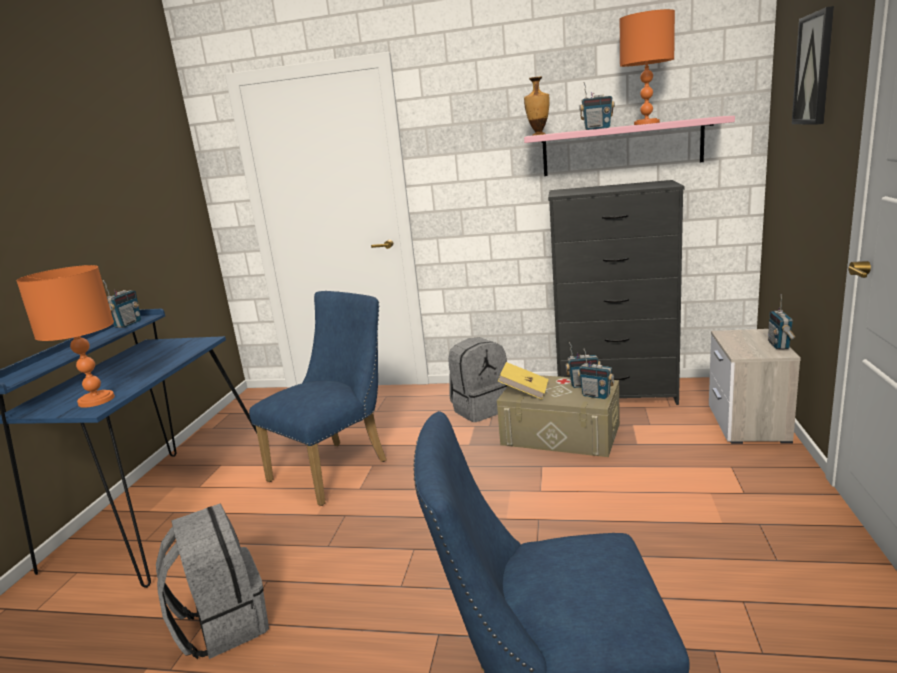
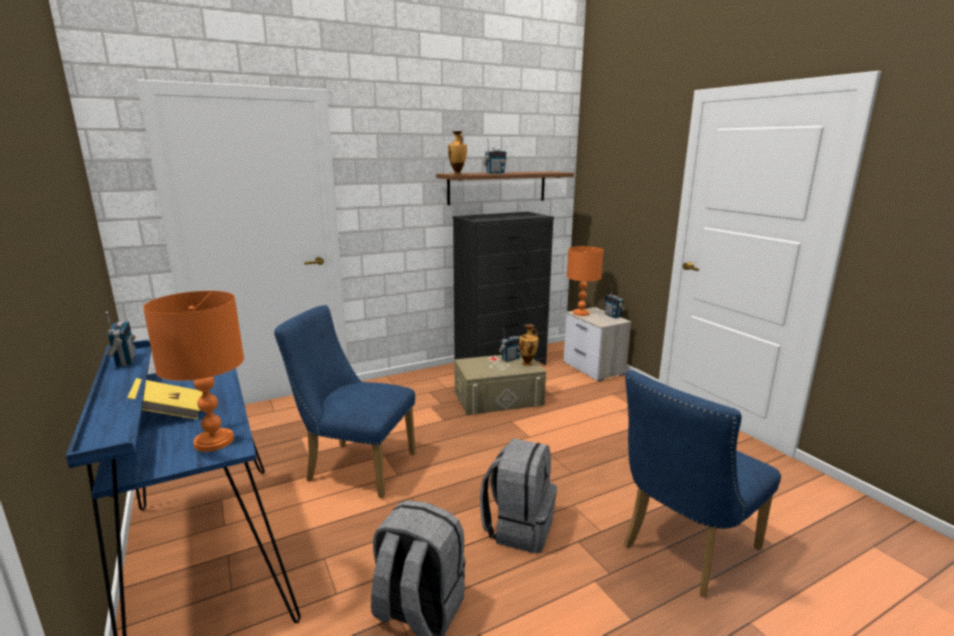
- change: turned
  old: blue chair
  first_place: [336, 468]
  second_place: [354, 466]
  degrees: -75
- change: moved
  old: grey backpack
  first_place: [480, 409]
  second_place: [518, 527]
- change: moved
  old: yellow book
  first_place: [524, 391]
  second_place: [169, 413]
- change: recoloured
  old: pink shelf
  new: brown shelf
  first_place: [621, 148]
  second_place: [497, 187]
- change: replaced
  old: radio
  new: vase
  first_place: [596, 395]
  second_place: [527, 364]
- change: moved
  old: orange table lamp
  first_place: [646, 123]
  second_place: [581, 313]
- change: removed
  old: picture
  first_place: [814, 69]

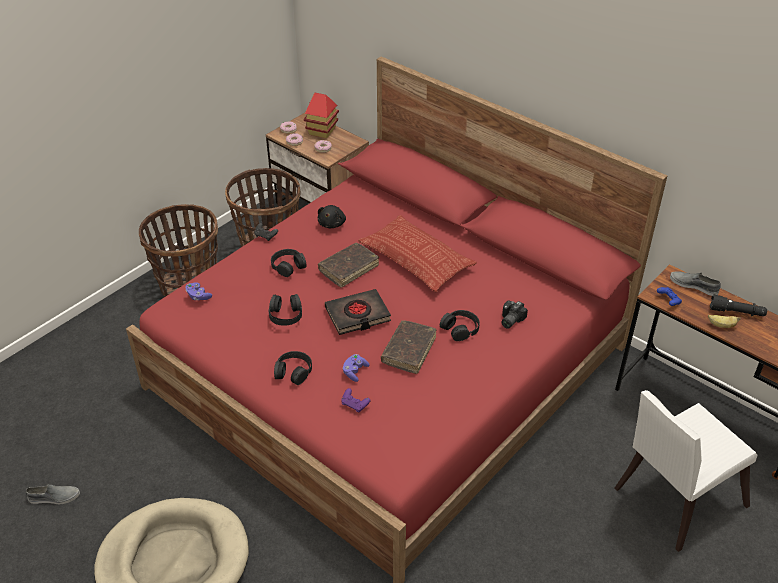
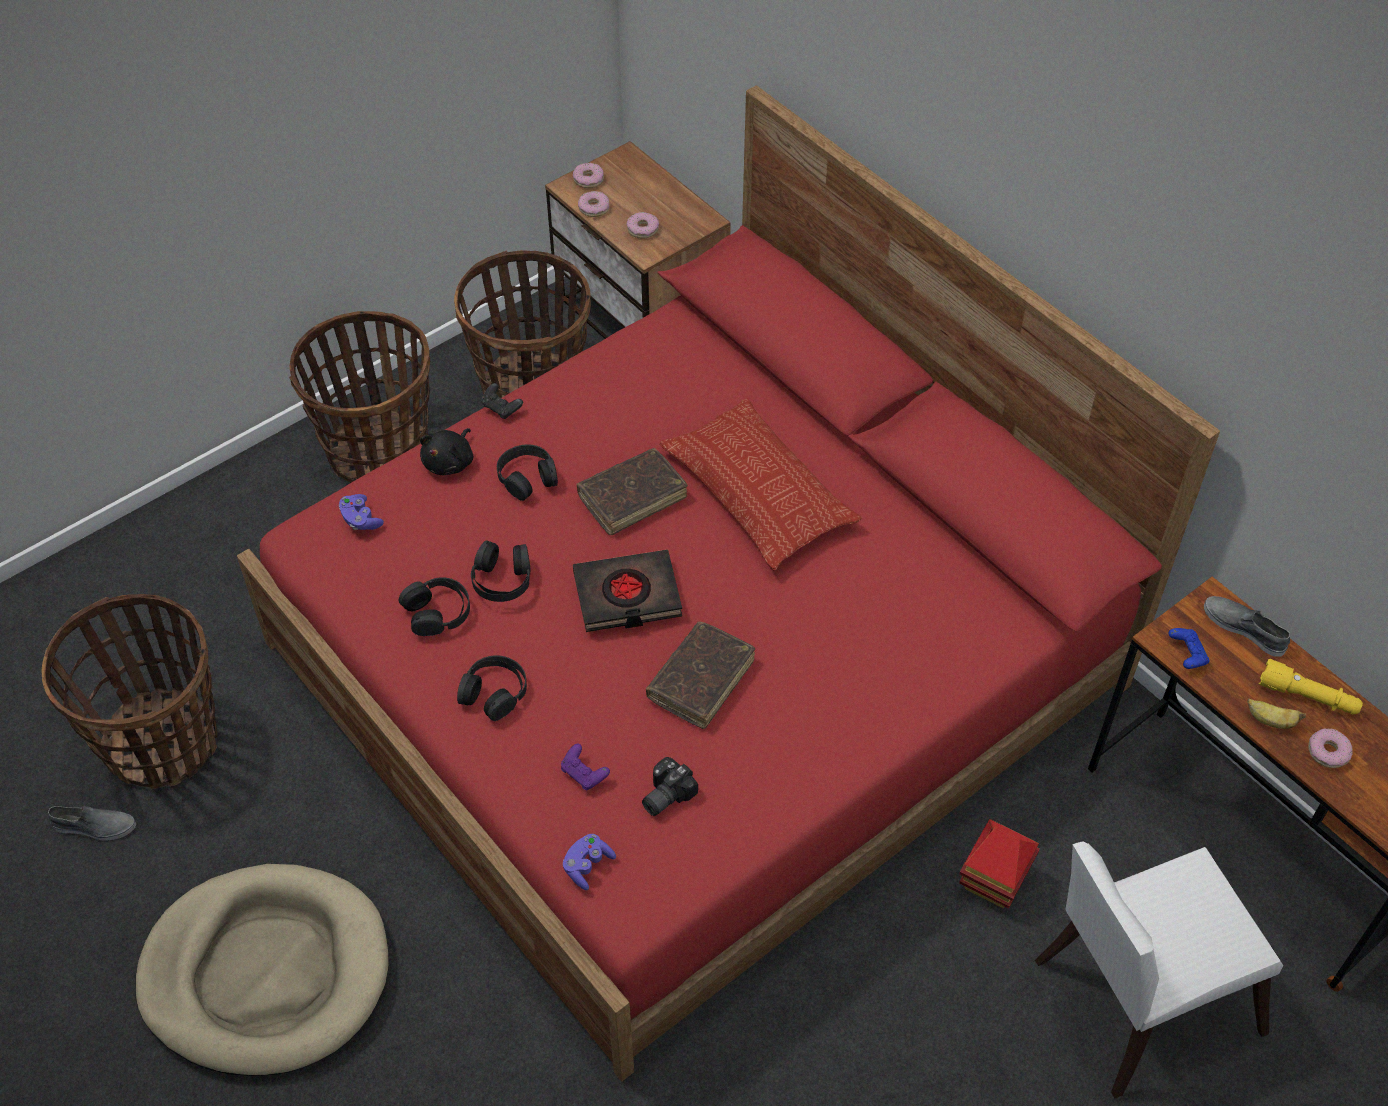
- change: moved
  old: toy house
  first_place: [322, 131]
  second_place: [993, 881]
- change: moved
  old: black plush toy
  first_place: [332, 224]
  second_place: [450, 462]
- change: moved
  old: purple game controller
  first_place: [355, 371]
  second_place: [587, 866]
- change: moved
  old: black headphones
  first_place: [460, 329]
  second_place: [437, 612]
- change: moved
  old: photo camera
  first_place: [509, 320]
  second_place: [664, 794]
- change: recoloured
  old: black flashlight
  new: yellow flashlight
  first_place: [736, 312]
  second_place: [1307, 697]
- change: added
  new: basket
  second_place: [162, 741]
- change: added
  new: donut
  second_place: [1328, 752]

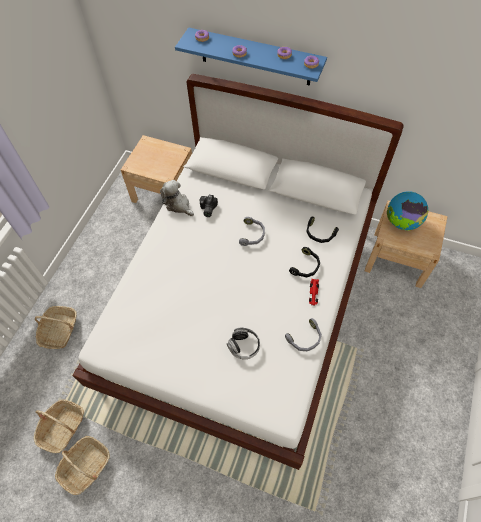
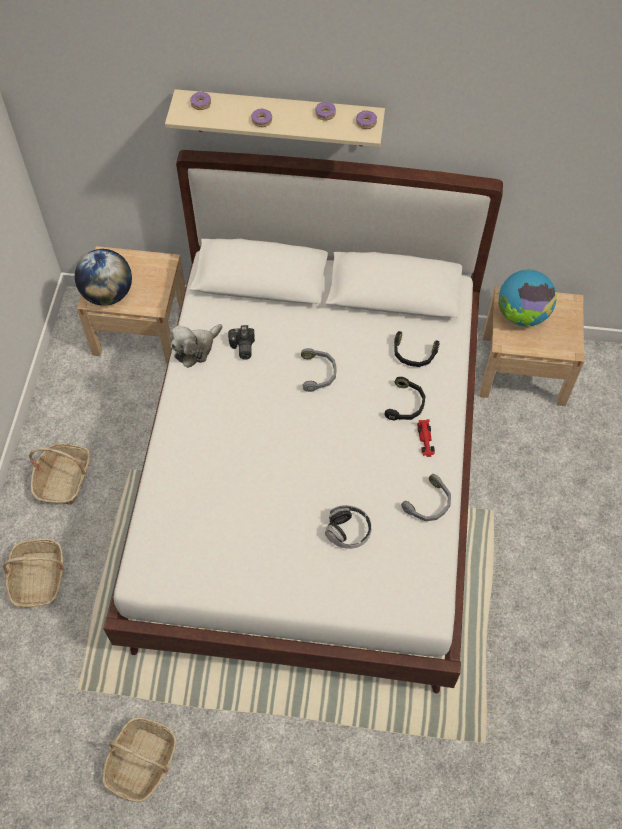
- change: moved
  old: basket
  first_place: [63, 427]
  second_place: [64, 479]
- change: turned
  old: plush toy
  first_place: [178, 204]
  second_place: [195, 348]
  degrees: -75
- change: recoloured
  old: blue shelf
  new: beige shelf
  first_place: [255, 57]
  second_place: [279, 118]
- change: added
  new: globe
  second_place: [108, 294]

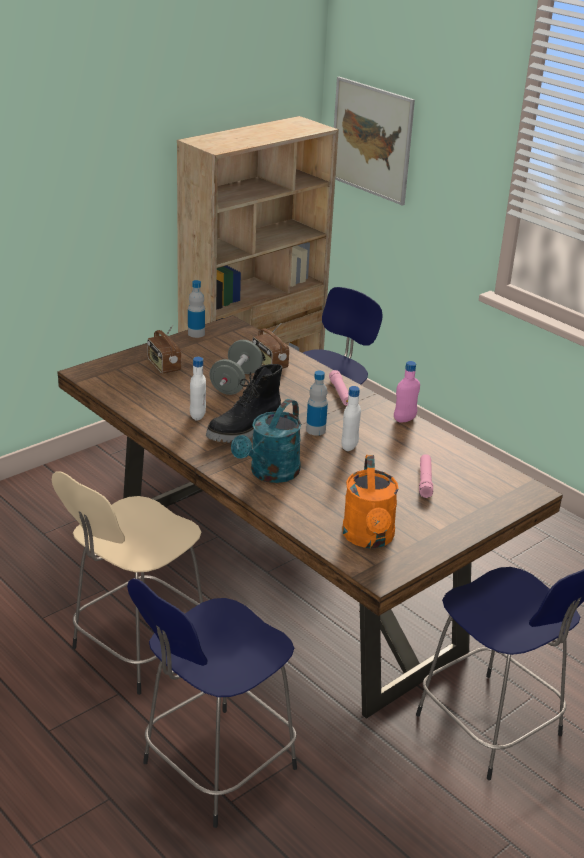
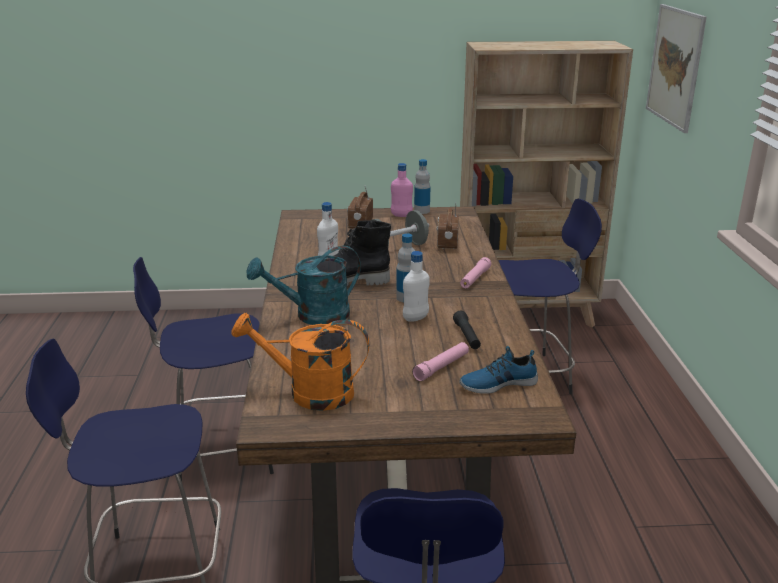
- change: recoloured
  old: beige stool
  new: blue stool
  first_place: [137, 649]
  second_place: [220, 452]
- change: turned
  old: orange watering can
  first_place: [369, 539]
  second_place: [309, 393]
  degrees: 60
- change: moved
  old: pink bottle
  first_place: [404, 419]
  second_place: [401, 215]
- change: added
  new: black flashlight
  second_place: [467, 336]
- change: added
  new: shoe
  second_place: [498, 383]

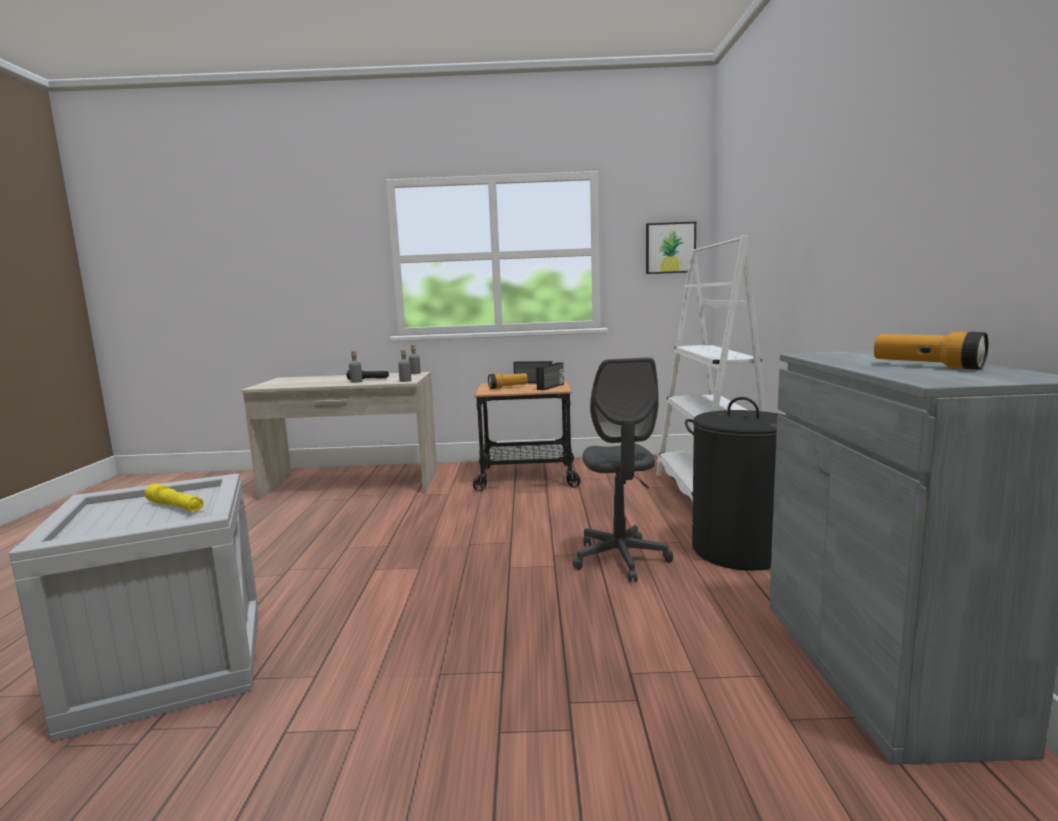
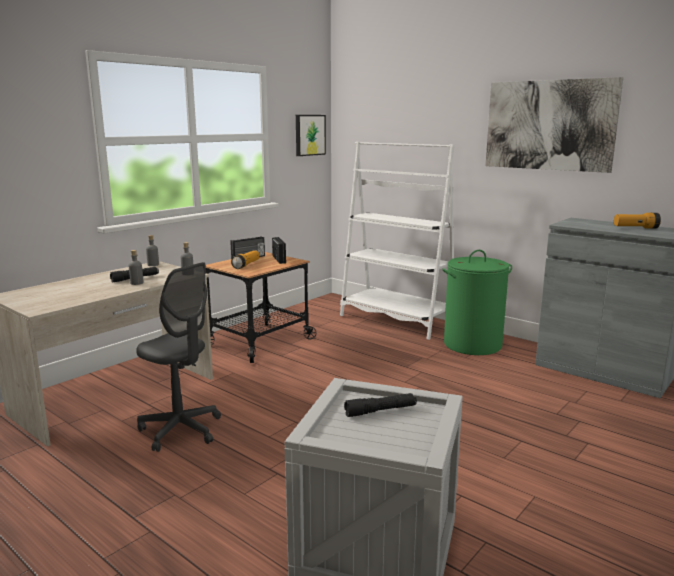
- change: recoloured
  old: yellow flashlight
  new: black flashlight
  first_place: [175, 507]
  second_place: [380, 411]
- change: moved
  old: grey office chair
  first_place: [620, 559]
  second_place: [181, 430]
- change: recoloured
  old: black laundry basket
  new: green laundry basket
  first_place: [739, 550]
  second_place: [472, 344]
- change: added
  new: picture
  second_place: [549, 125]

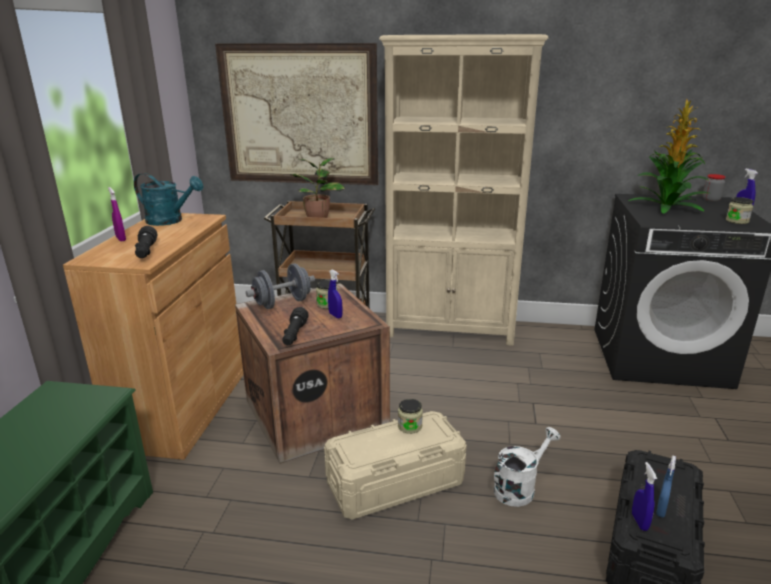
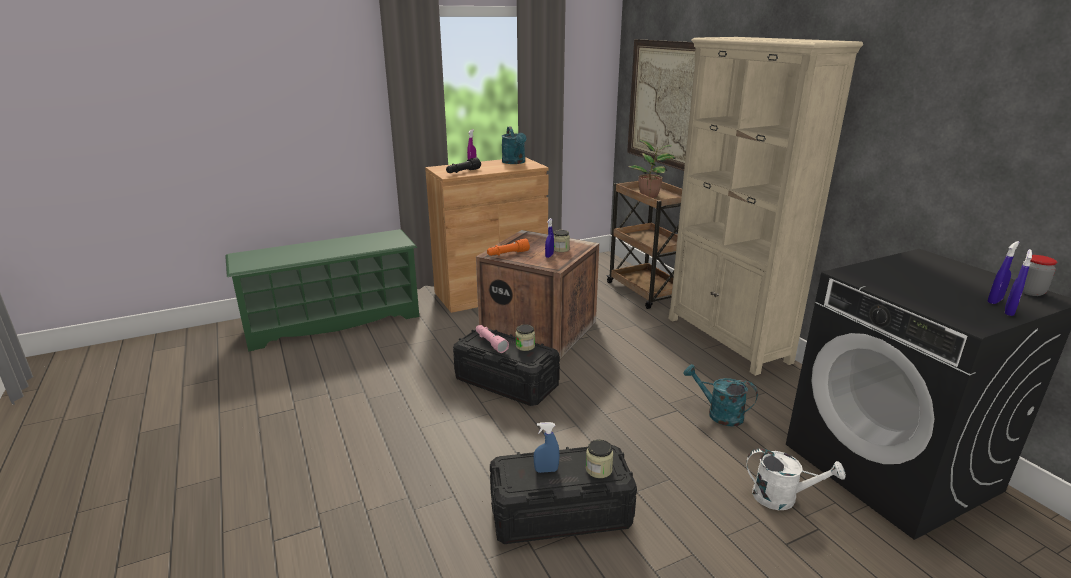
- change: removed
  old: grey dumbbell
  first_place: [282, 303]
- change: recoloured
  old: black flashlight
  new: orange flashlight
  first_place: [294, 335]
  second_place: [507, 254]
- change: recoloured
  old: beige storage box
  new: black storage box
  first_place: [395, 483]
  second_place: [506, 382]
- change: moved
  old: white watering can
  first_place: [519, 488]
  second_place: [782, 497]
- change: removed
  old: potted plant
  first_place: [668, 207]
- change: moved
  old: blue spray bottle
  first_place: [639, 522]
  second_place: [994, 301]
- change: moved
  old: jar
  first_place: [737, 221]
  second_place: [598, 469]
- change: added
  new: pink flashlight
  second_place: [490, 343]
- change: added
  new: turquoise watering can
  second_place: [718, 414]

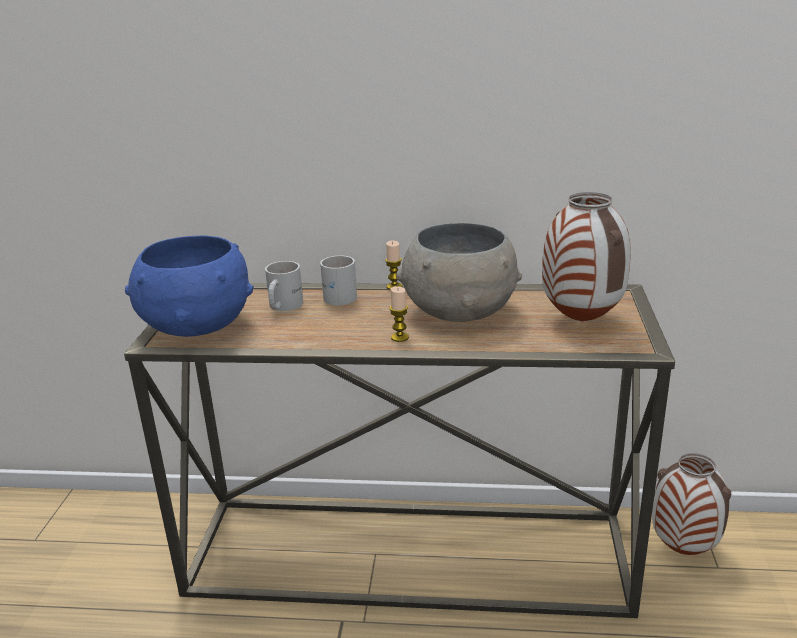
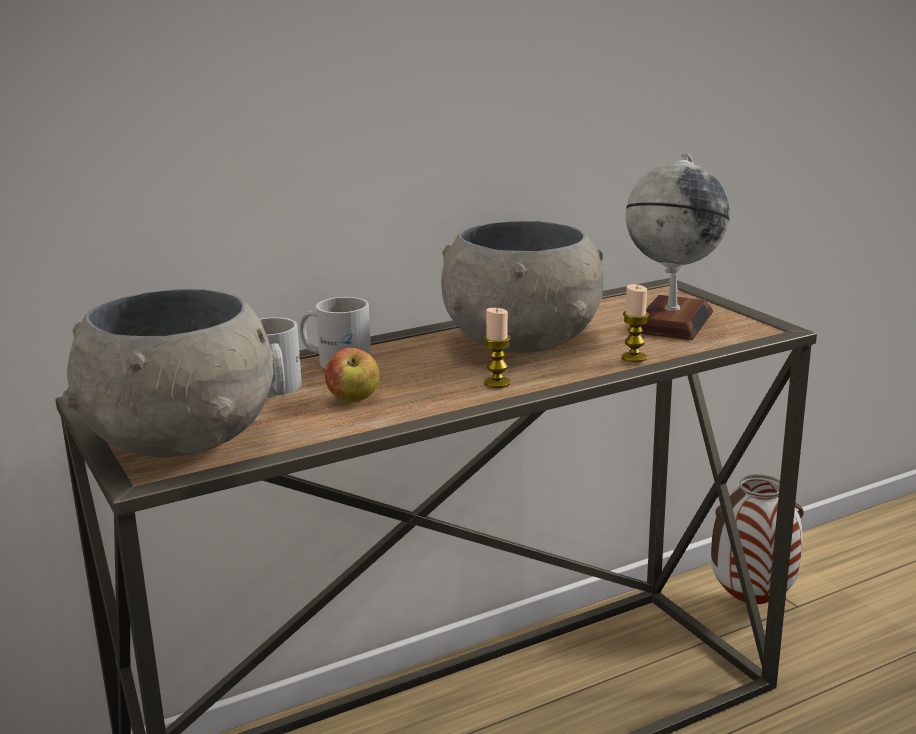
- change: recoloured
  old: blue bowl
  new: grey bowl
  first_place: [197, 325]
  second_place: [180, 439]
- change: moved
  old: candle
  first_place: [394, 287]
  second_place: [634, 358]
- change: replaced
  old: vase
  new: globe
  first_place: [583, 321]
  second_place: [671, 321]
- change: added
  new: apple
  second_place: [353, 399]

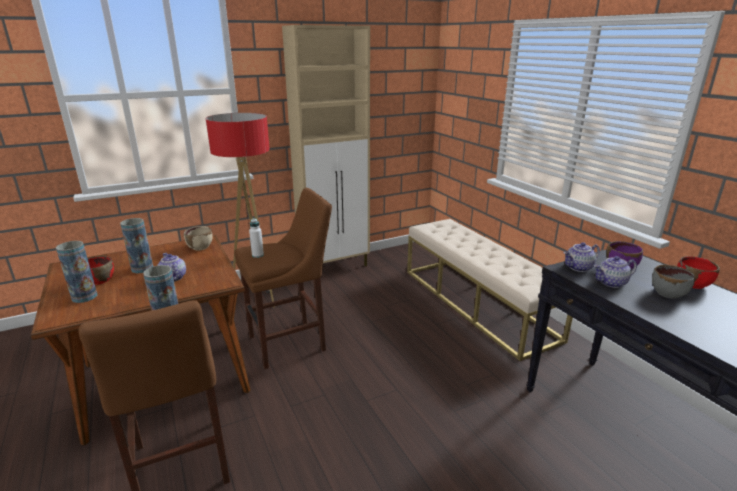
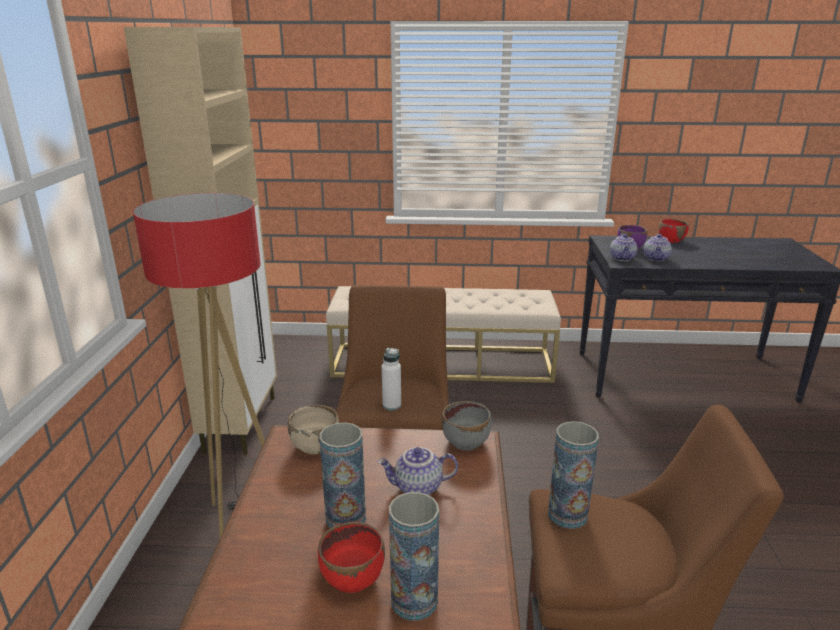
- change: moved
  old: grey bowl
  first_place: [668, 293]
  second_place: [466, 442]

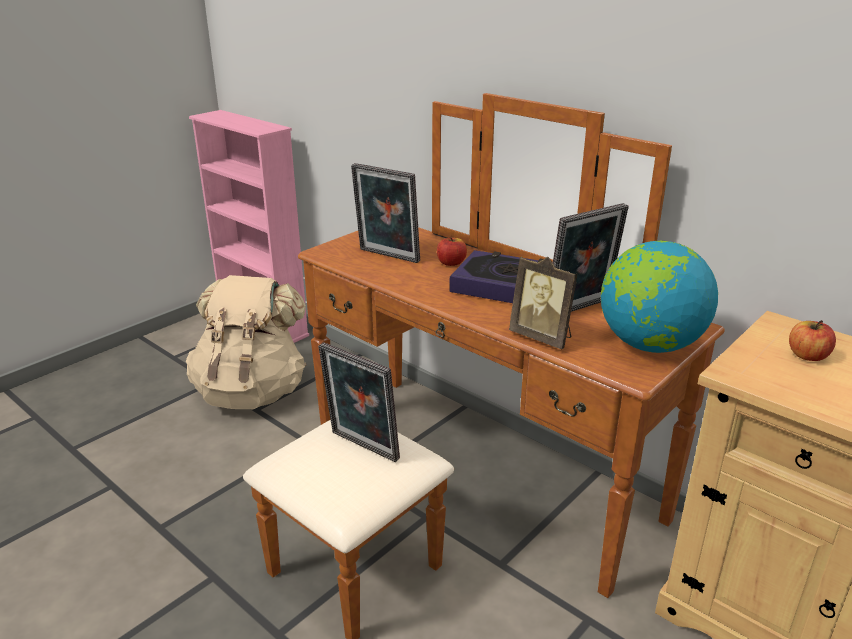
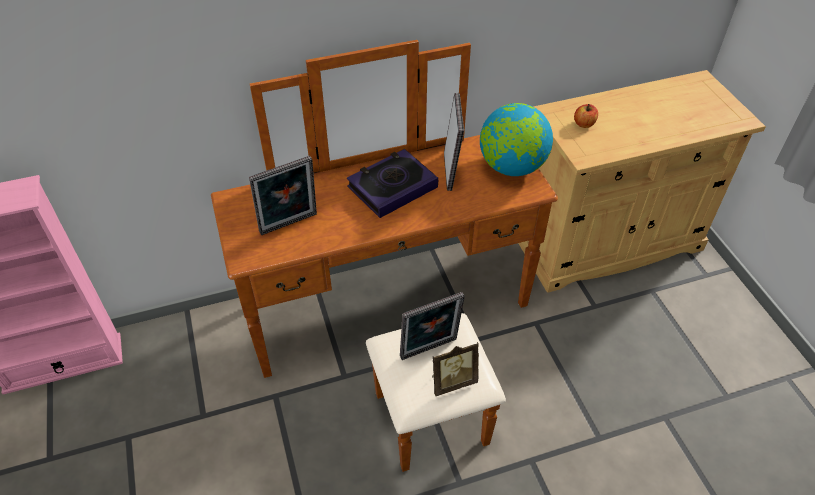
- change: removed
  old: beige backpack
  first_place: [252, 392]
- change: removed
  old: apple
  first_place: [451, 263]
- change: moved
  old: picture frame
  first_place: [542, 337]
  second_place: [452, 381]

